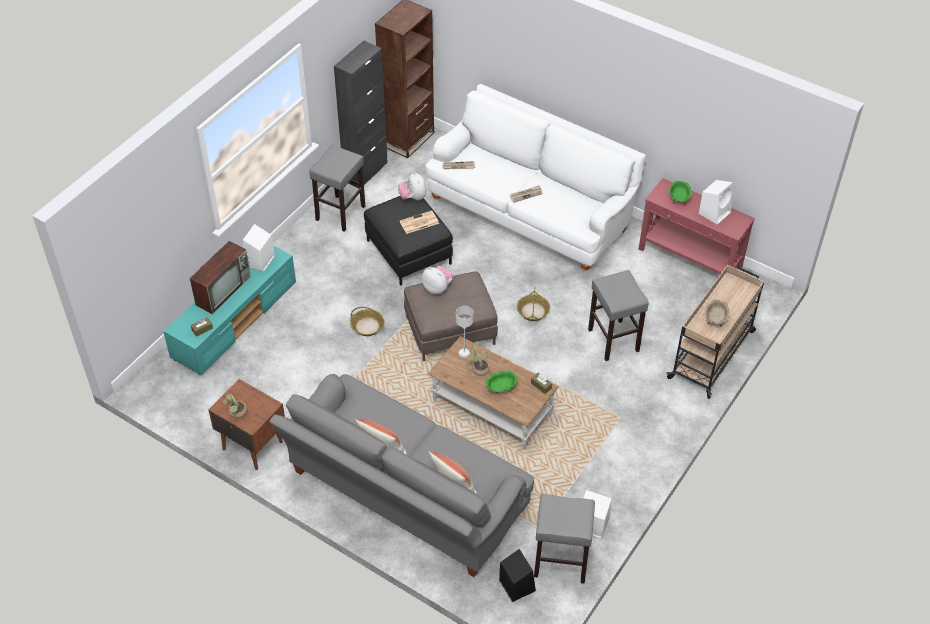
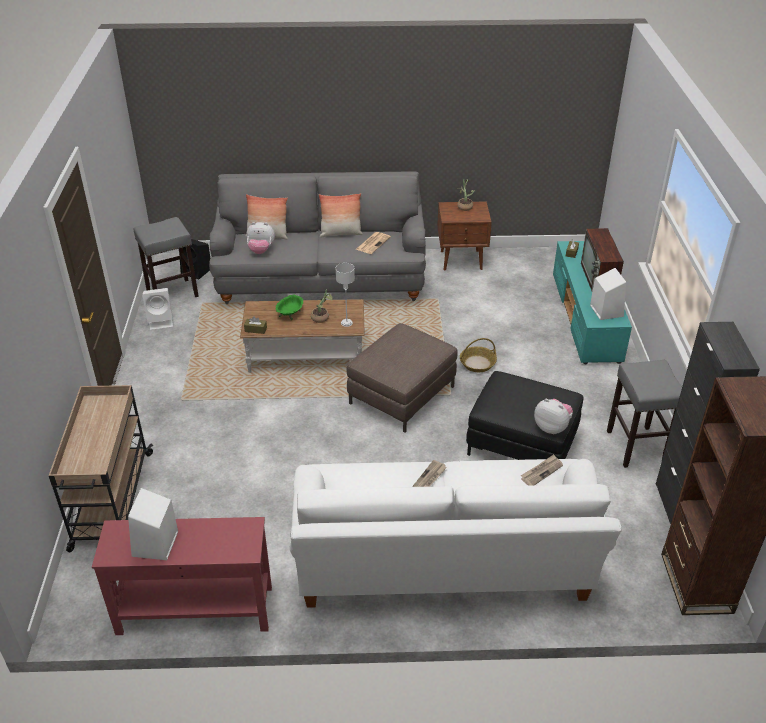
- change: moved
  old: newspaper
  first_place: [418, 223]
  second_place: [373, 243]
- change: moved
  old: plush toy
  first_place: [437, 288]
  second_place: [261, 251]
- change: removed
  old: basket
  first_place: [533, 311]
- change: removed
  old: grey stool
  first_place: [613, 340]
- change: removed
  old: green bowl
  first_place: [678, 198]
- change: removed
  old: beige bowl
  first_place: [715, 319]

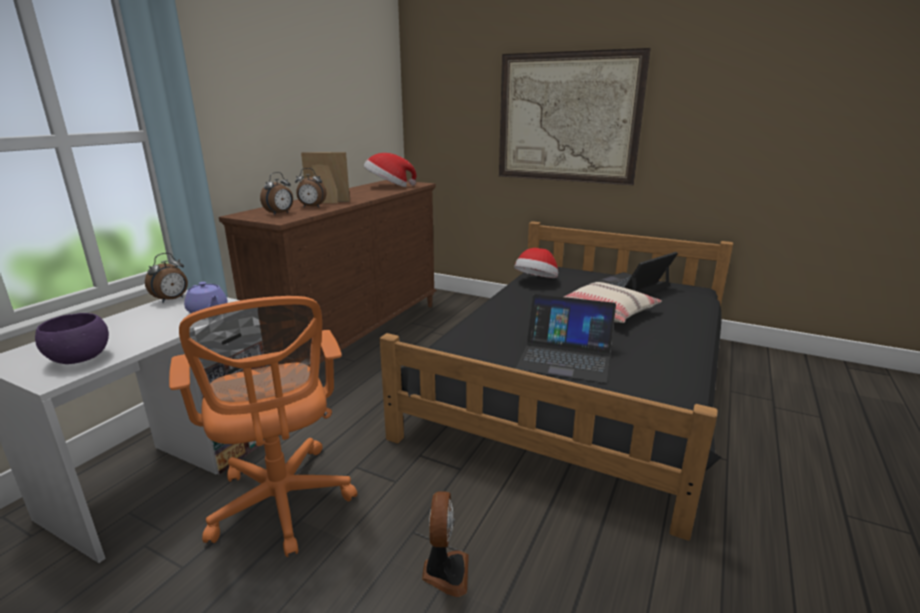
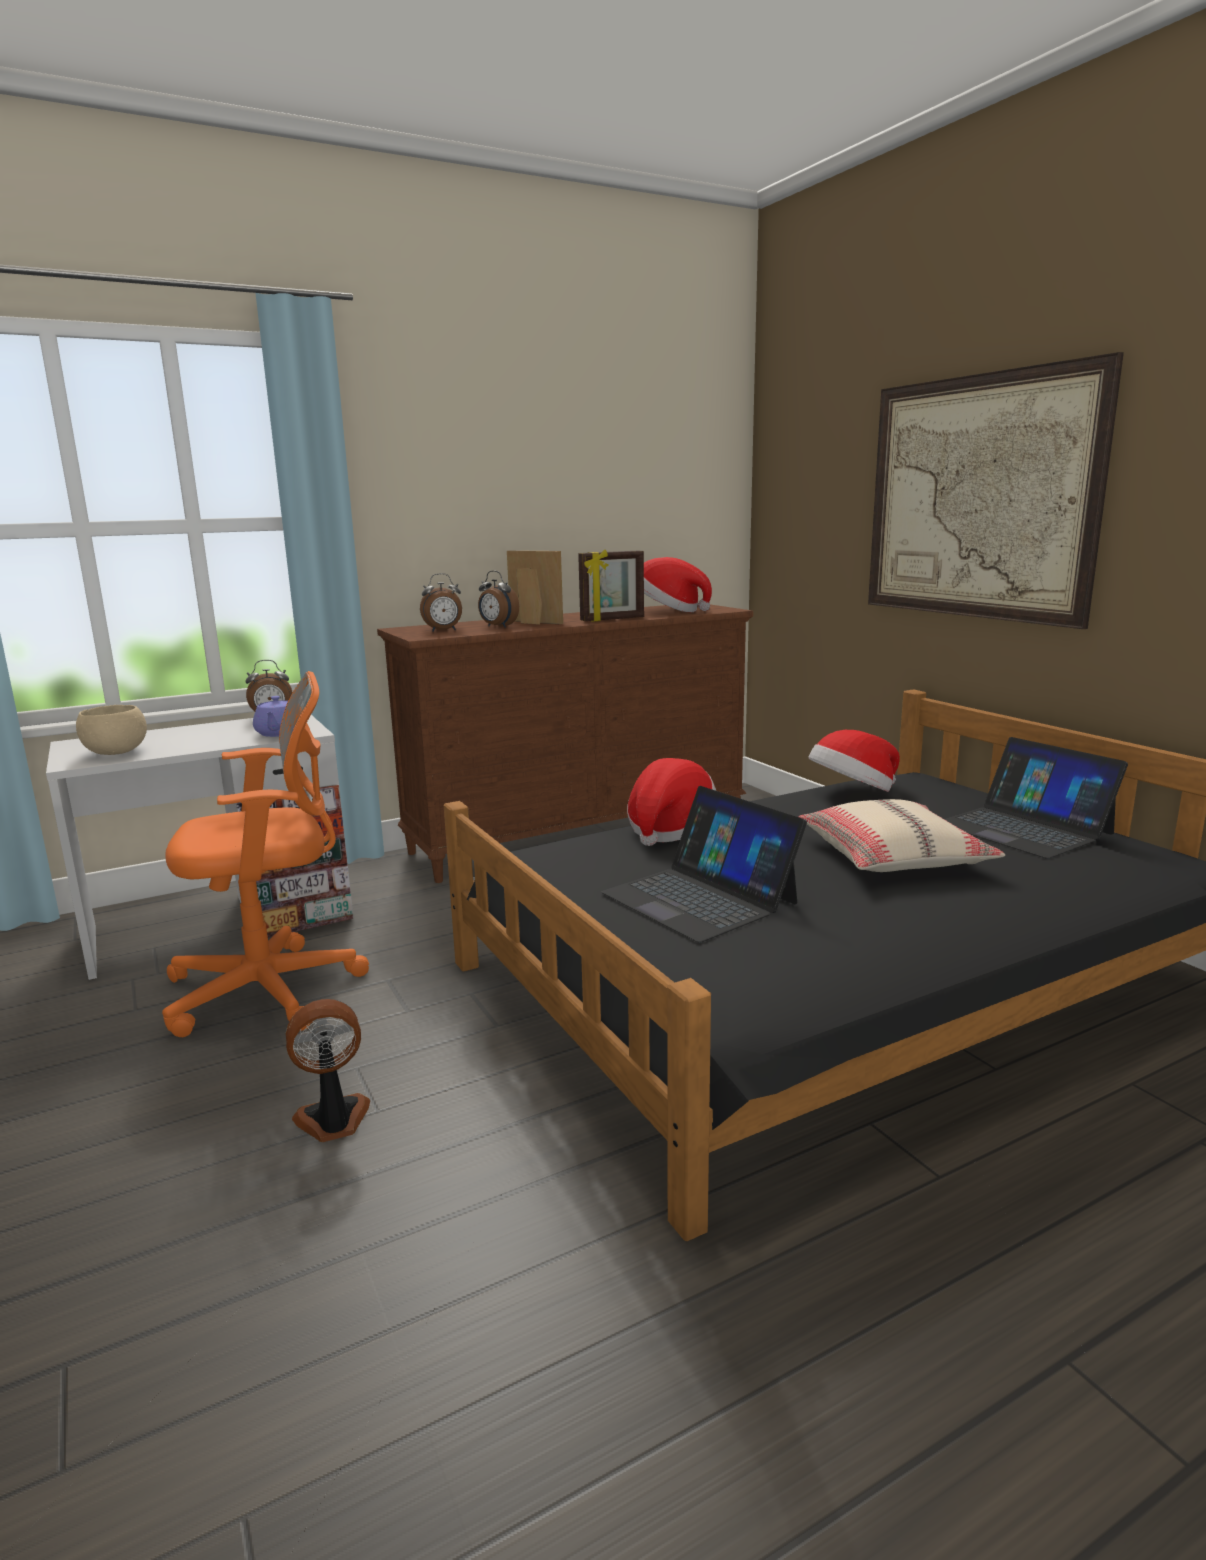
- change: recoloured
  old: purple bowl
  new: beige bowl
  first_place: [79, 359]
  second_place: [115, 753]
- change: turned
  old: orange office chair
  first_place: [282, 505]
  second_place: [273, 989]
  degrees: -120
- change: turned
  old: fan
  first_place: [445, 572]
  second_place: [333, 1121]
  degrees: -150
- change: turned
  old: laptop
  first_place: [629, 285]
  second_place: [1024, 828]
  degrees: -120
- change: added
  new: picture frame
  second_place: [612, 619]
- change: added
  new: hat
  second_place: [669, 830]

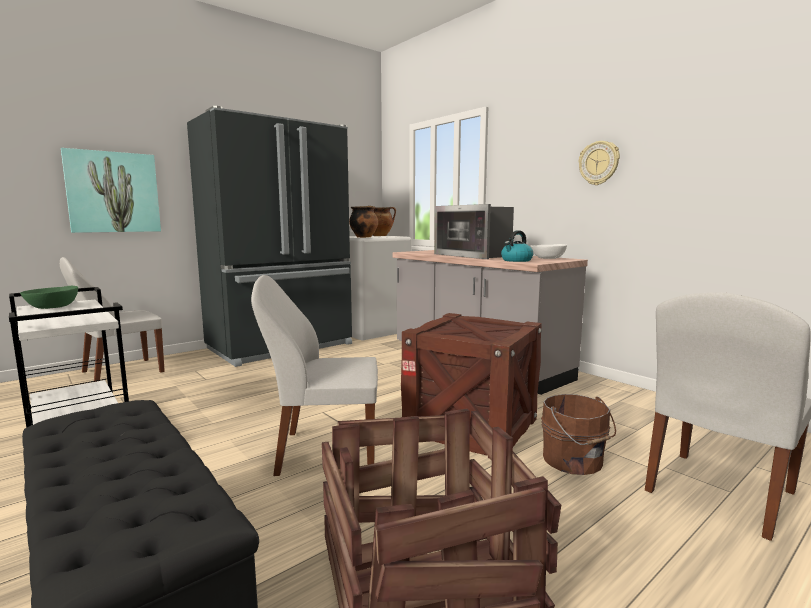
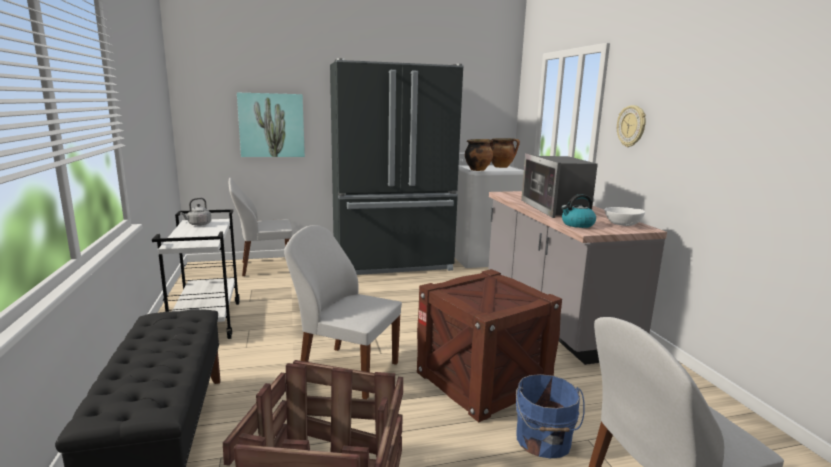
- change: replaced
  old: green bowl
  new: grey kettle
  first_place: [52, 307]
  second_place: [198, 224]
- change: recoloured
  old: brown bucket
  new: blue bucket
  first_place: [574, 461]
  second_place: [543, 441]
- change: moved
  old: wall clock
  first_place: [599, 163]
  second_place: [631, 126]

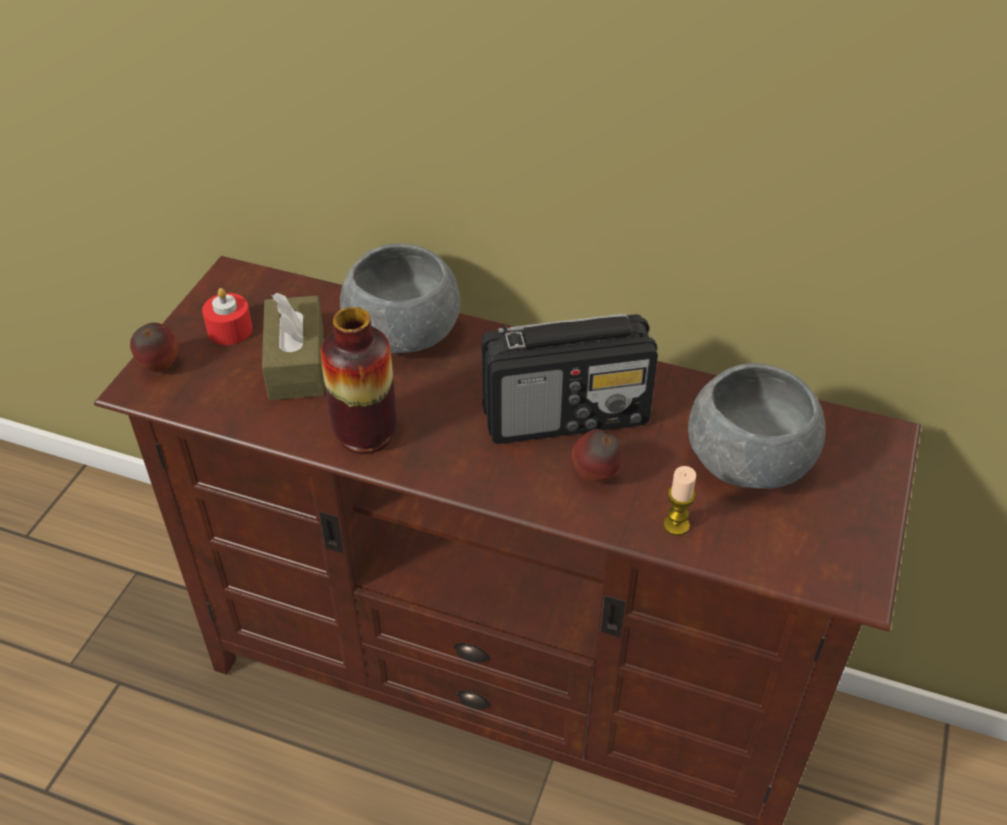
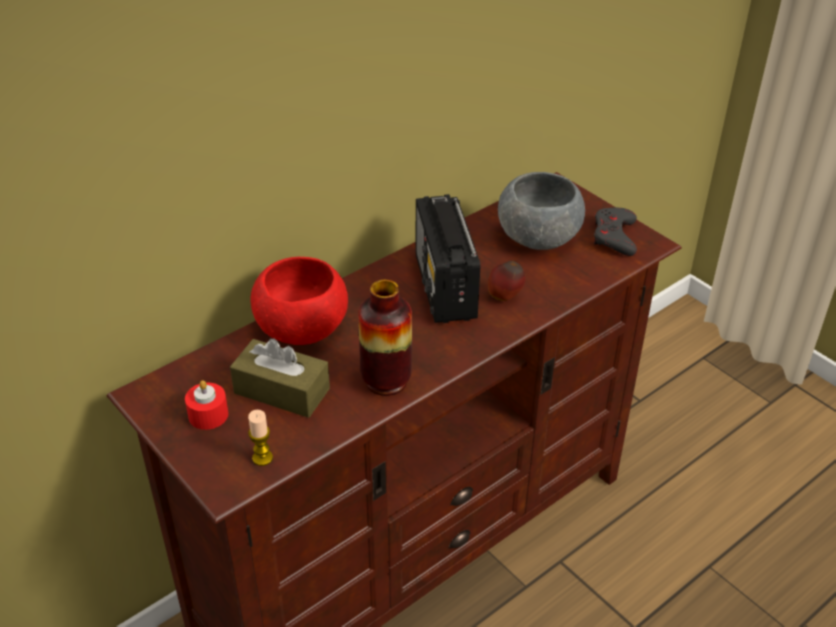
- change: removed
  old: apple
  first_place: [159, 367]
- change: recoloured
  old: grey bowl
  new: red bowl
  first_place: [403, 334]
  second_place: [302, 328]
- change: turned
  old: radio
  first_place: [567, 415]
  second_place: [445, 288]
  degrees: 150
- change: moved
  old: candle
  first_place: [676, 525]
  second_place: [262, 458]
- change: added
  new: grey game controller
  second_place: [614, 236]

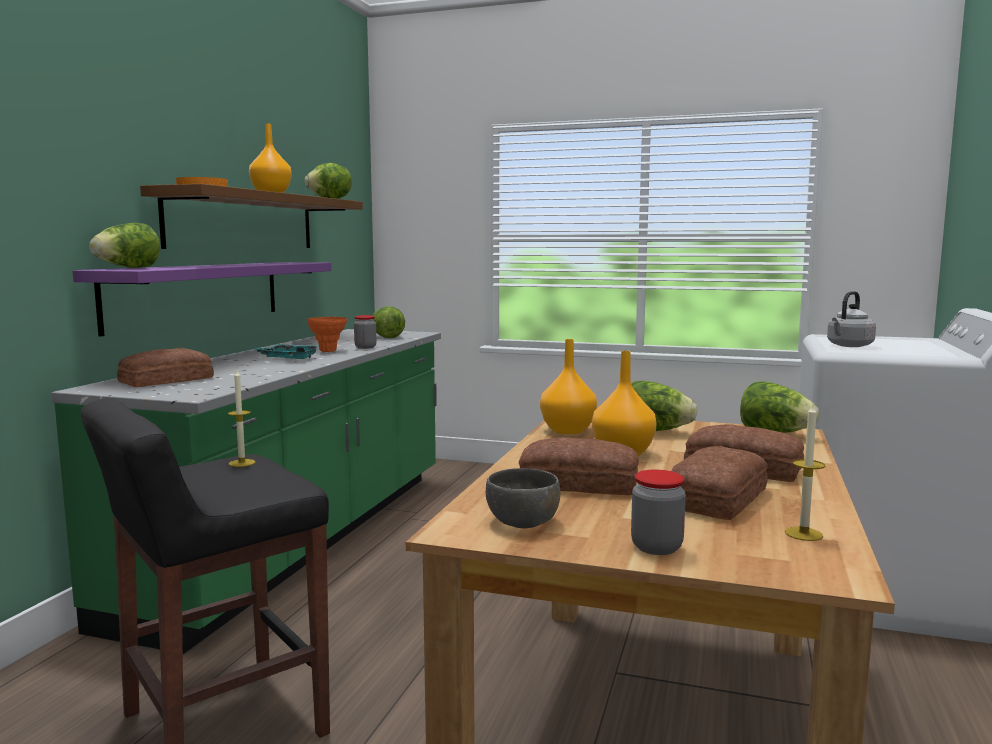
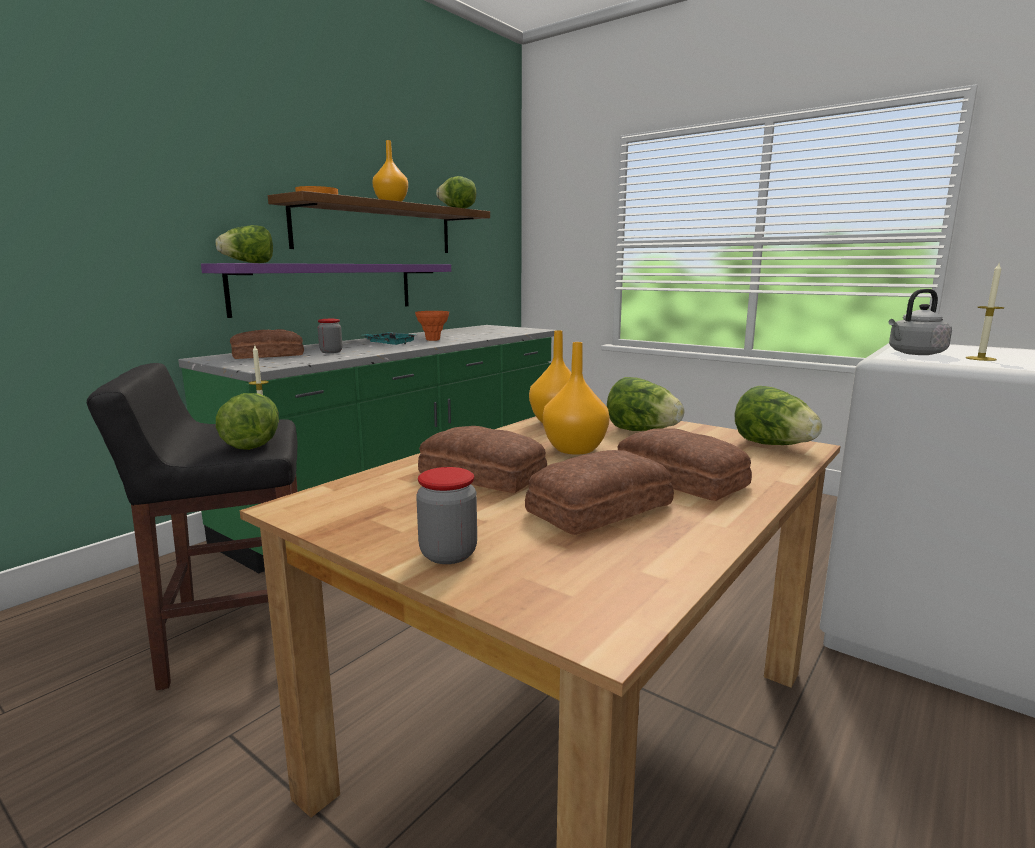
- change: moved
  old: jar
  first_place: [365, 347]
  second_place: [331, 352]
- change: moved
  old: lettuce
  first_place: [386, 337]
  second_place: [254, 443]
- change: removed
  old: grey bowl
  first_place: [523, 522]
- change: moved
  old: candle
  first_place: [803, 534]
  second_place: [980, 358]

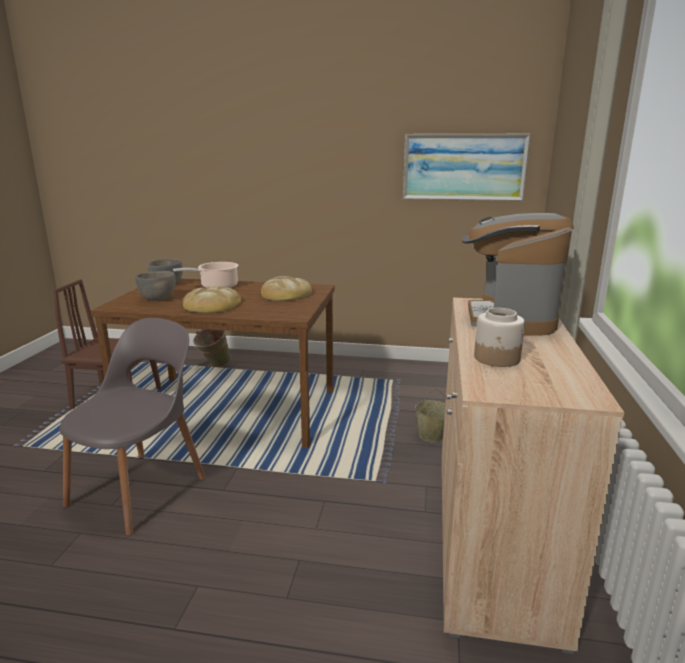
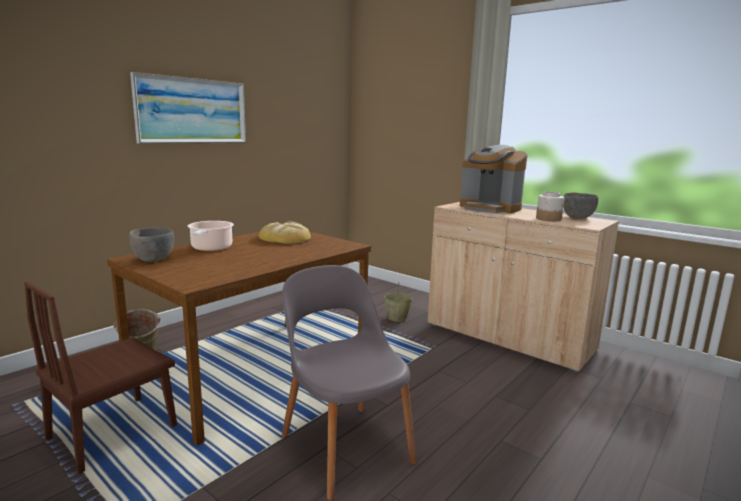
- change: moved
  old: grey bowl
  first_place: [158, 299]
  second_place: [578, 217]
- change: removed
  old: bread
  first_place: [212, 305]
- change: moved
  old: picture
  first_place: [464, 167]
  second_place: [192, 111]

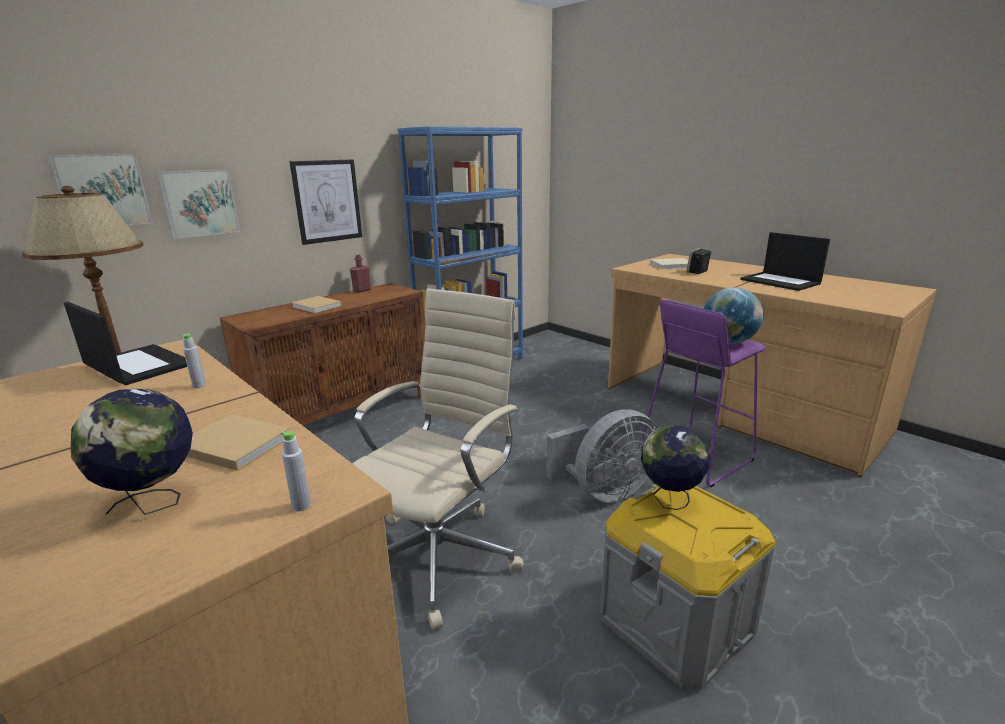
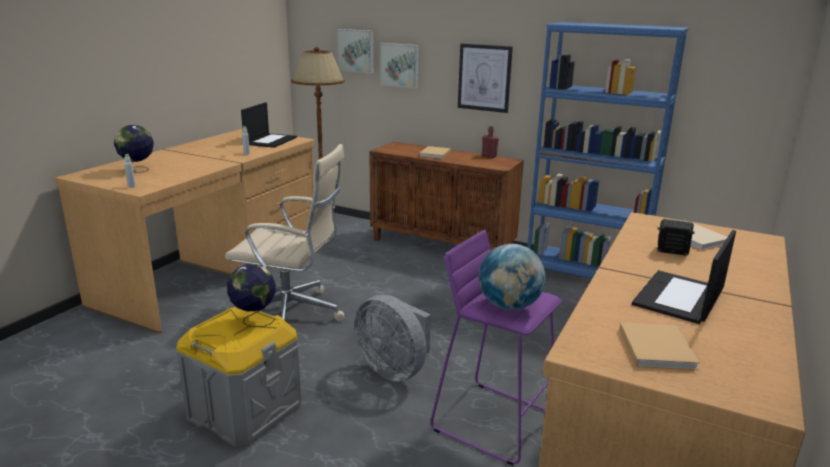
- change: moved
  old: beige book
  first_place: [232, 444]
  second_place: [655, 347]

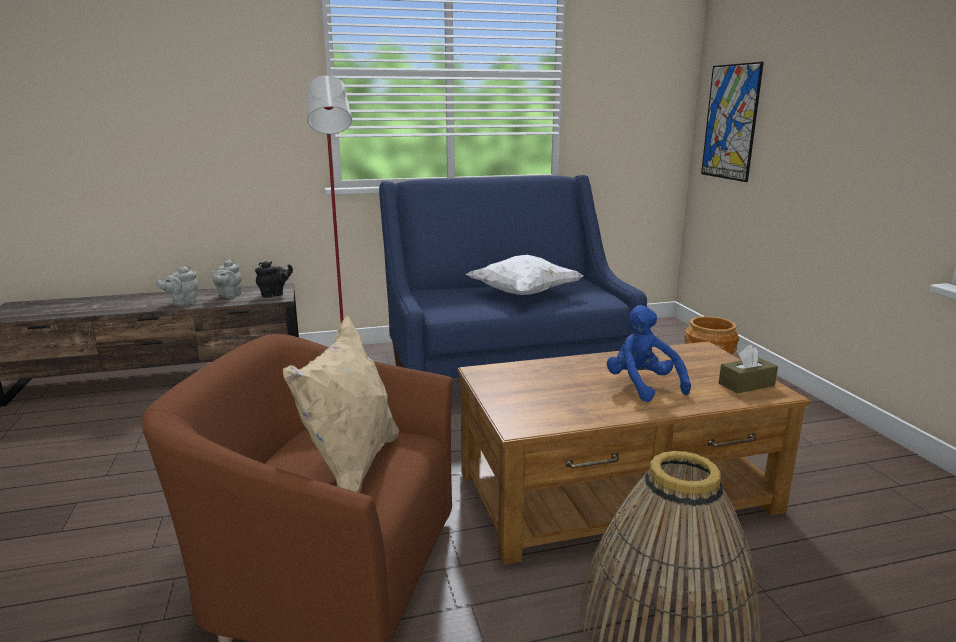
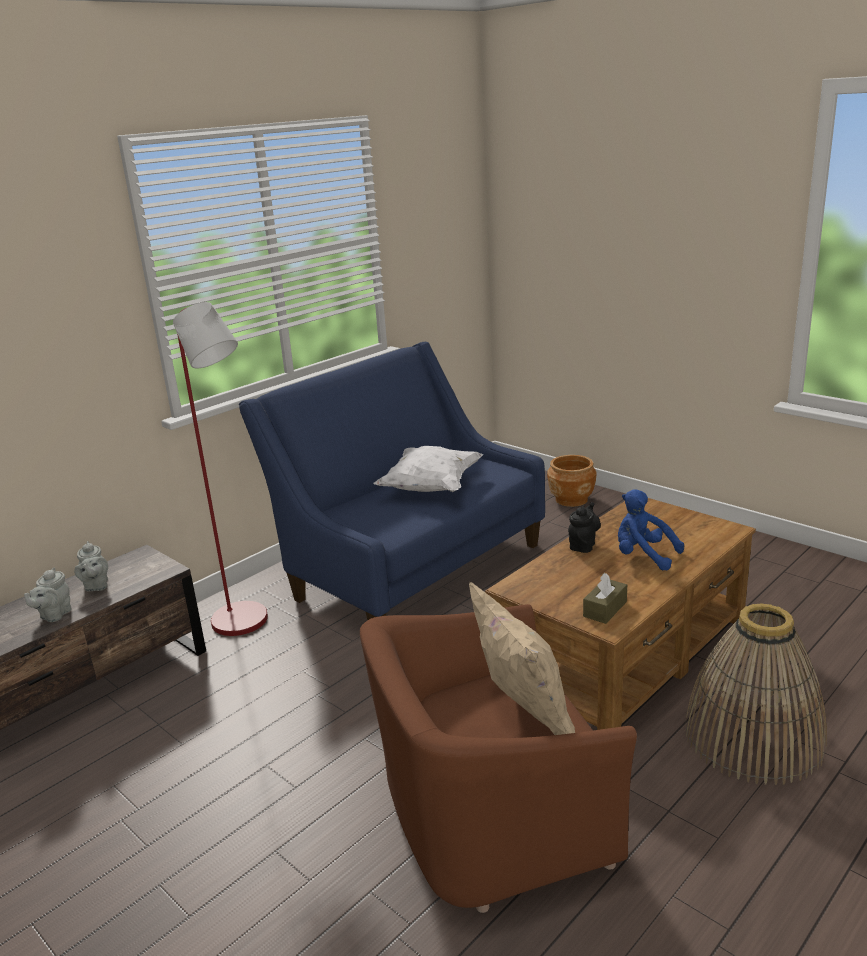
- change: moved
  old: black teapot
  first_place: [274, 295]
  second_place: [583, 545]
- change: removed
  old: picture
  first_place: [730, 122]
- change: moved
  old: brown tissue box
  first_place: [746, 384]
  second_place: [605, 609]

